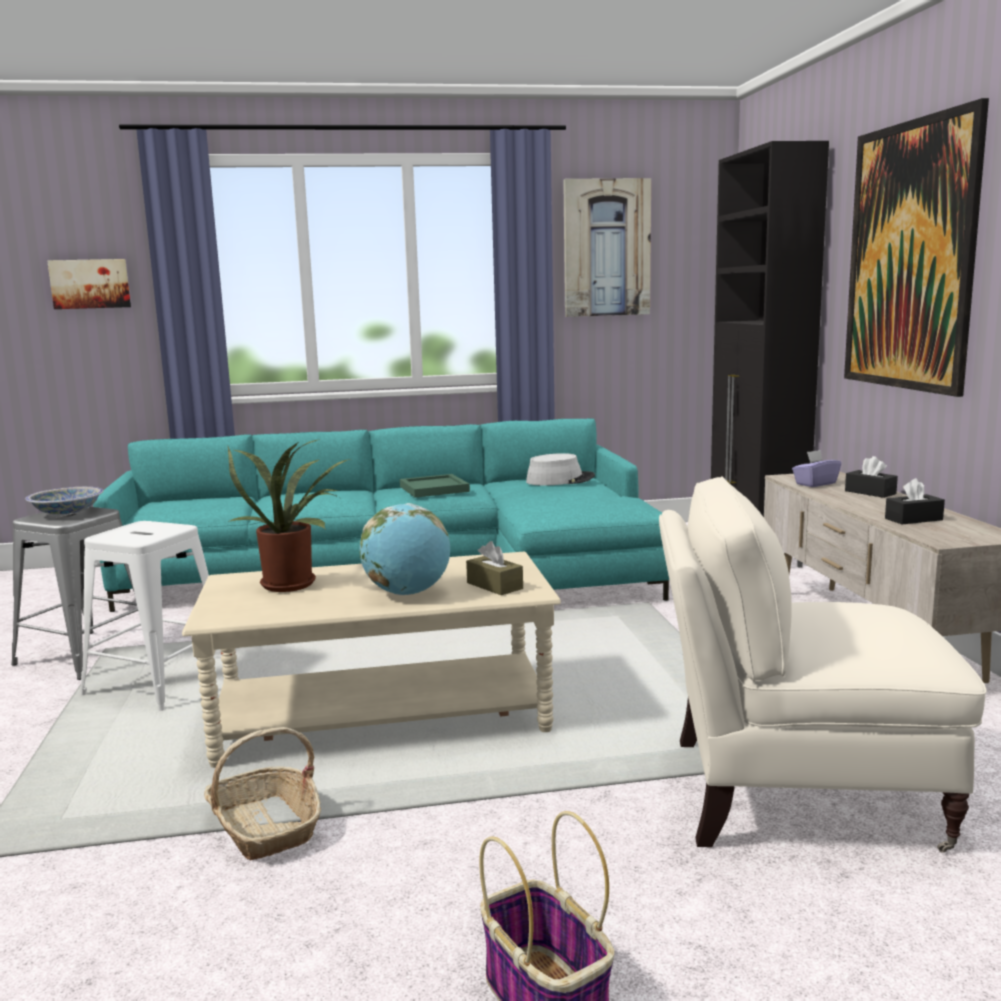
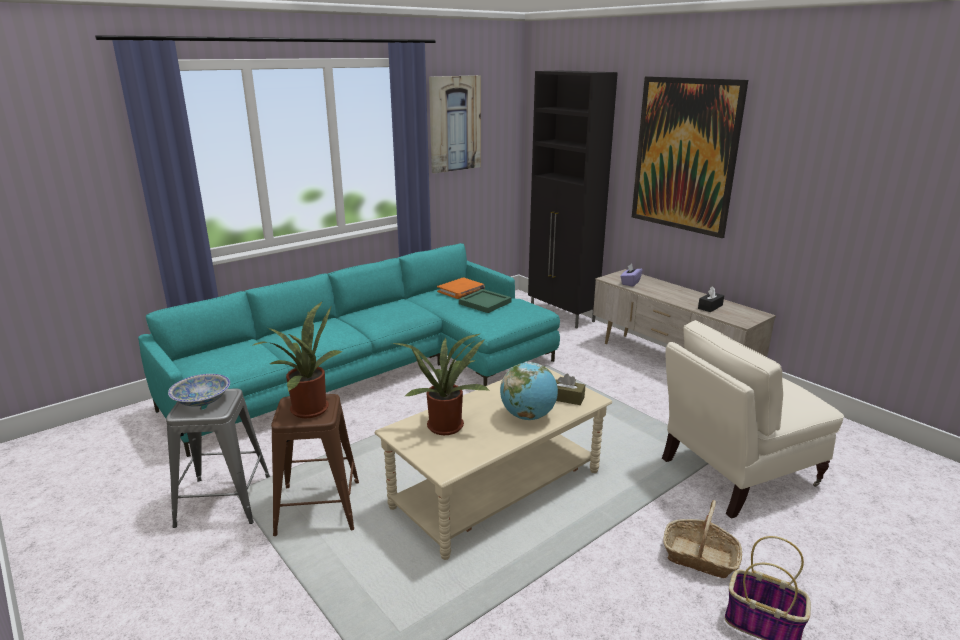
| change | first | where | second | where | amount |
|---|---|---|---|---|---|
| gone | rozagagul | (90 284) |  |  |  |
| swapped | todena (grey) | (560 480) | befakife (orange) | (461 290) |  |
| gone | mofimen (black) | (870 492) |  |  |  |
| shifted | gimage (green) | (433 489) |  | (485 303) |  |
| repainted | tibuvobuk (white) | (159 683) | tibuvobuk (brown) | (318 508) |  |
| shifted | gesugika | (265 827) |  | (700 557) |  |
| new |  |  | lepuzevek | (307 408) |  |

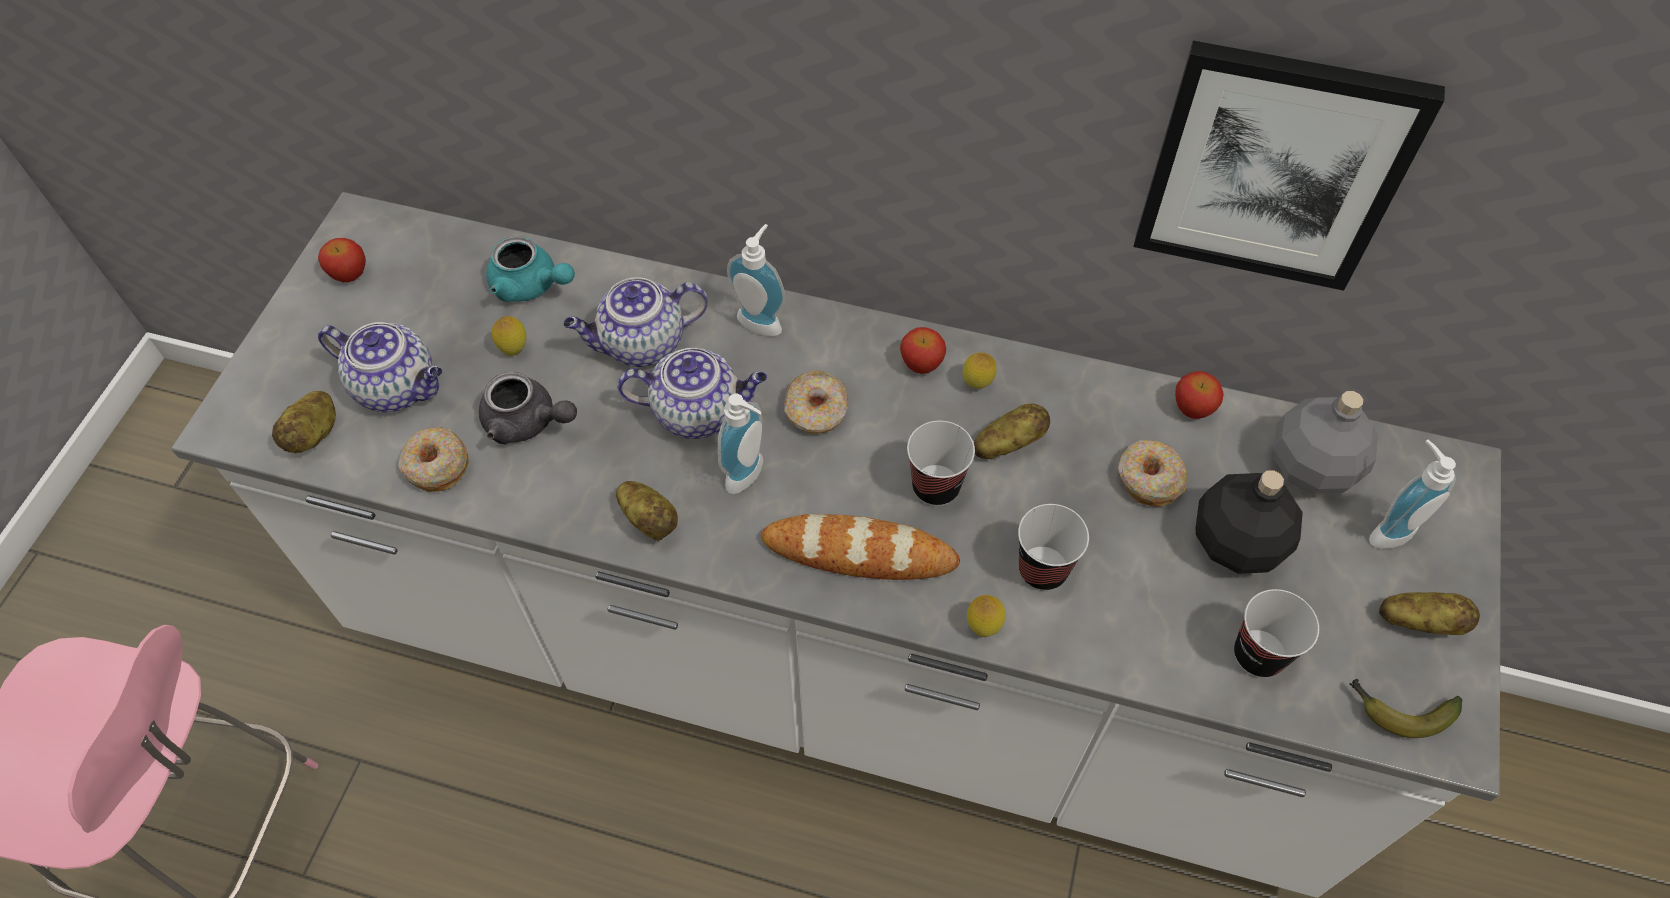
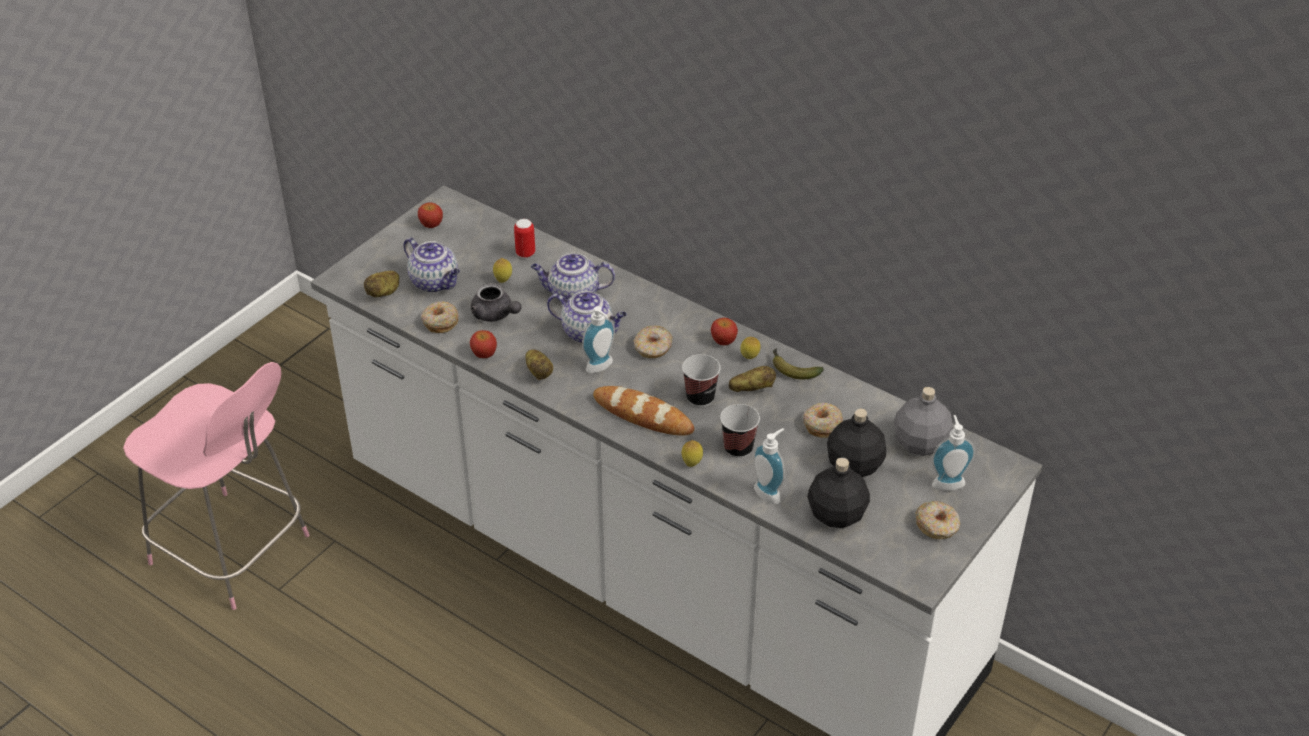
| change | first | where | second | where | amount |
|---|---|---|---|---|---|
| gone | rozagagul | (1274 167) |  |  |  |
| shifted | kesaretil | (762 319) |  | (770 492) |  |
| swapped | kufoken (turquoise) | (531 286) | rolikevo | (525 253) |  |
| shifted | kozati | (1192 408) |  | (484 354) |  |
| swapped | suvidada | (1258 655) | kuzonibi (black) | (835 515) |  |
| swapped | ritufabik | (1419 621) | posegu | (937 526) |  |
| shifted | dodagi | (1398 711) |  | (792 369) |  |

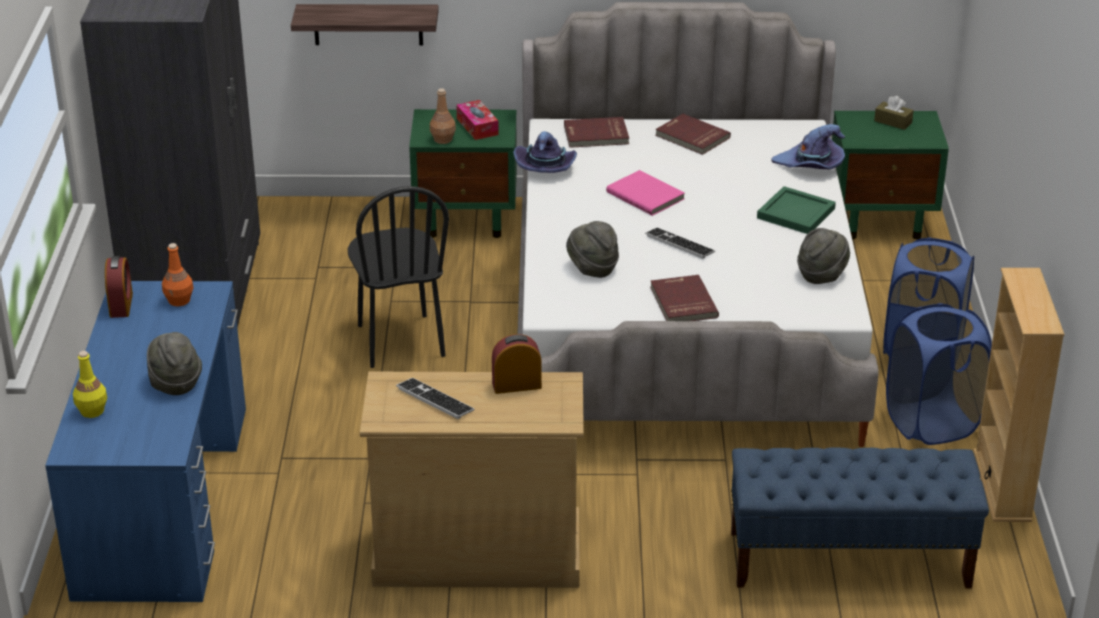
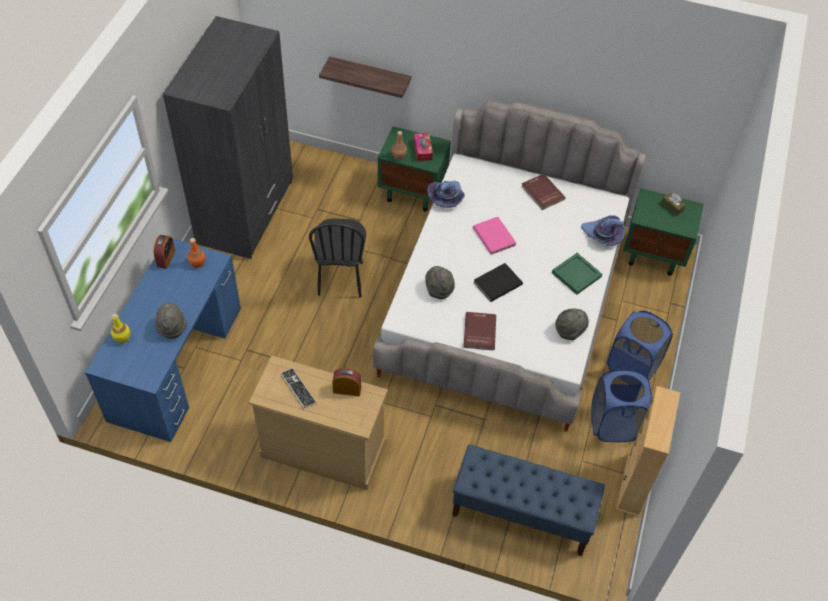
| change | first | where | second | where | amount |
|---|---|---|---|---|---|
| gone | befakife (red) | (596 135) |  |  |  |
| swapped | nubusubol | (679 244) | befakife (black) | (497 283) |  |

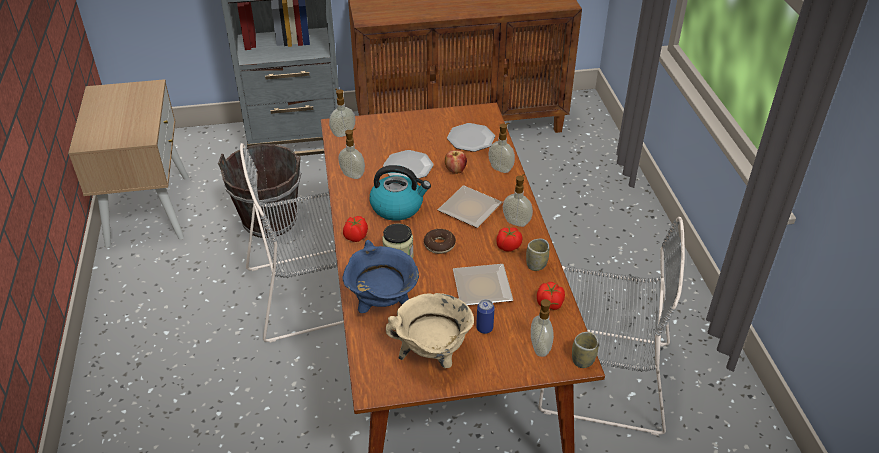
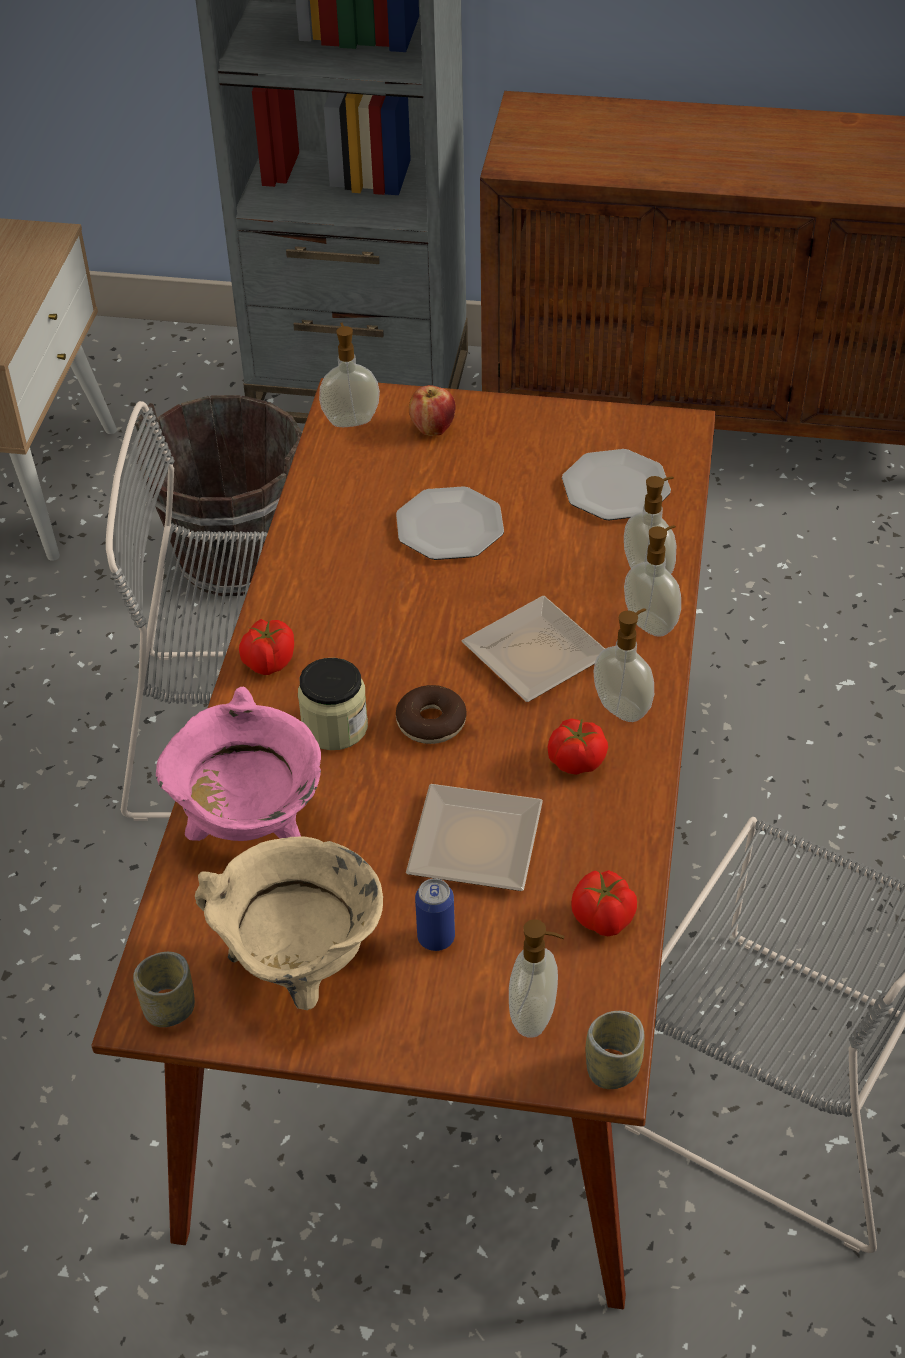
| change | first | where | second | where | amount |
|---|---|---|---|---|---|
| shifted | kesaretil | (353 174) |  | (651 623) |  |
| shifted | kozati | (455 170) |  | (433 429) |  |
| gone | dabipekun | (398 207) |  |  |  |
| shifted | suvidada | (536 264) |  | (169 1009) |  |
| repainted | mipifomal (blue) | (383 305) | mipifomal (pink) | (252 831) |  |

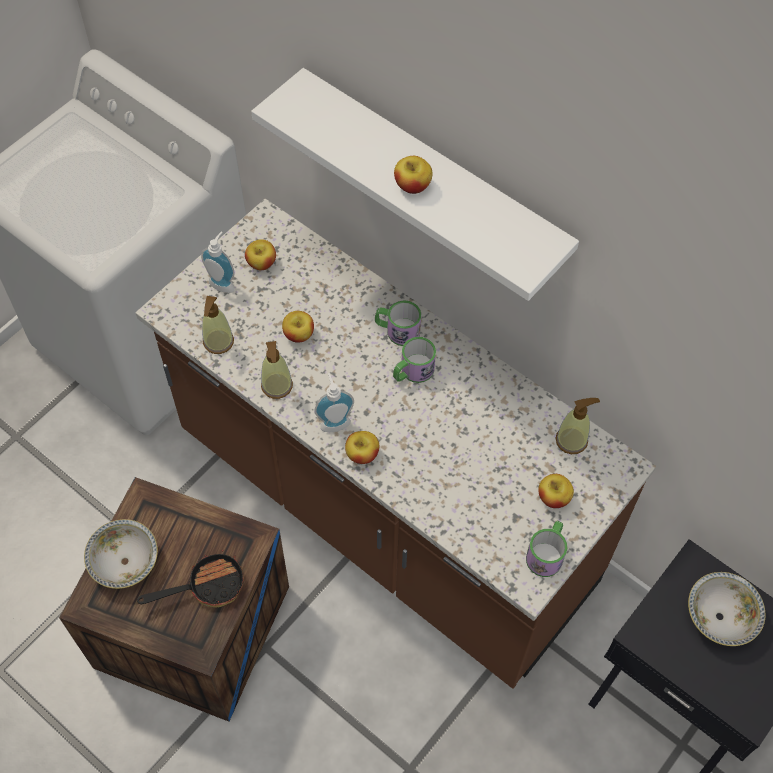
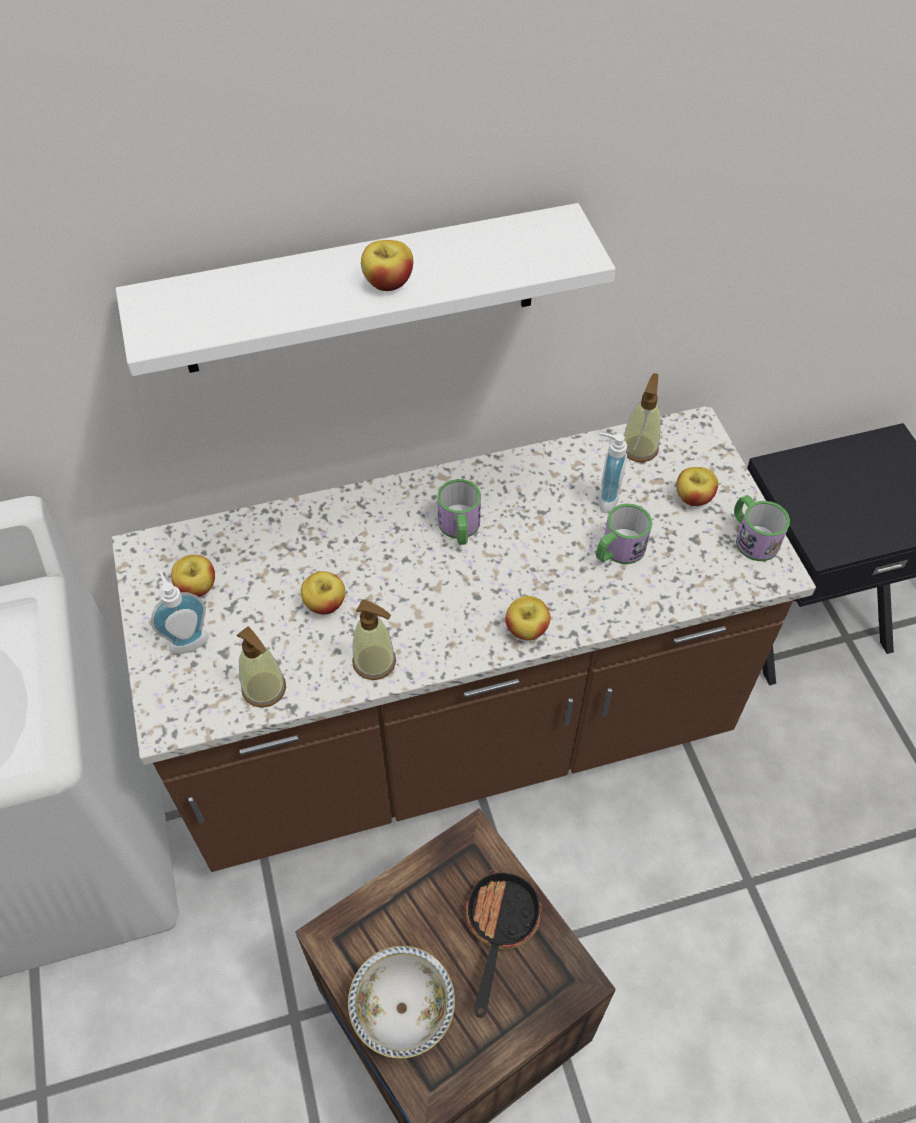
| change | first | where | second | where | amount |
|---|---|---|---|---|---|
| shifted | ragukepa | (397 330) |  | (618 551) |  |
| shifted | kesaretil | (334 421) |  | (604 498) |  |
| gone | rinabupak | (720 617) |  |  |  |

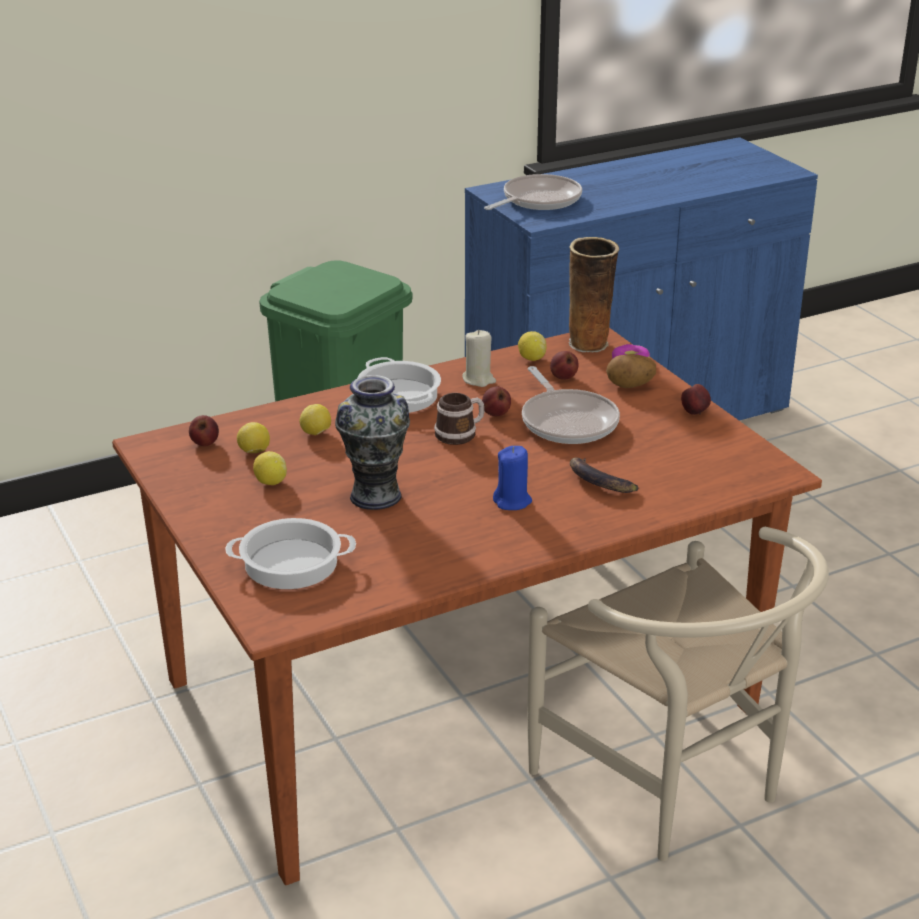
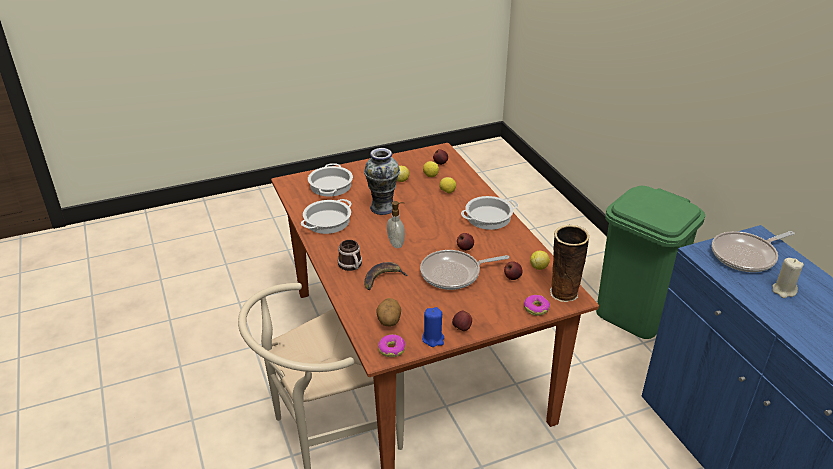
| change | first | where | second | where | amount |
|---|---|---|---|---|---|
| rotated | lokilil | (538 200) |  | (746 255) | 105 degrees clockwise |
| shifted | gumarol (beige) | (478 379) |  | (783 290) |  |
| shifted | ritufabik | (630 386) |  | (388 321) |  |
| shifted | ragukepa | (460 433) |  | (351 266) |  |
| shifted | gumarol (blue) | (512 501) |  | (433 339) |  |
| new |  |  | mipifomal | (327 221) |  |
| new |  |  | kesaretil | (396 243) |  |
| new |  |  | posegu | (391 349) |  |

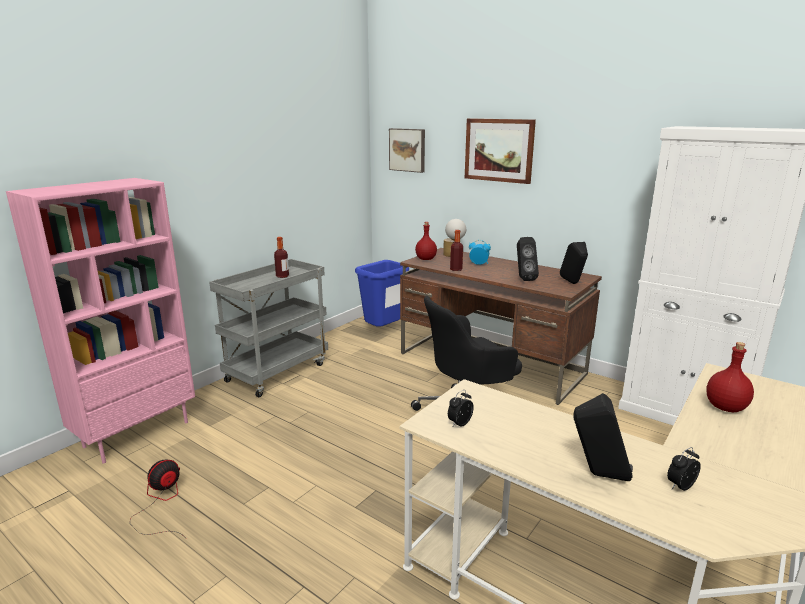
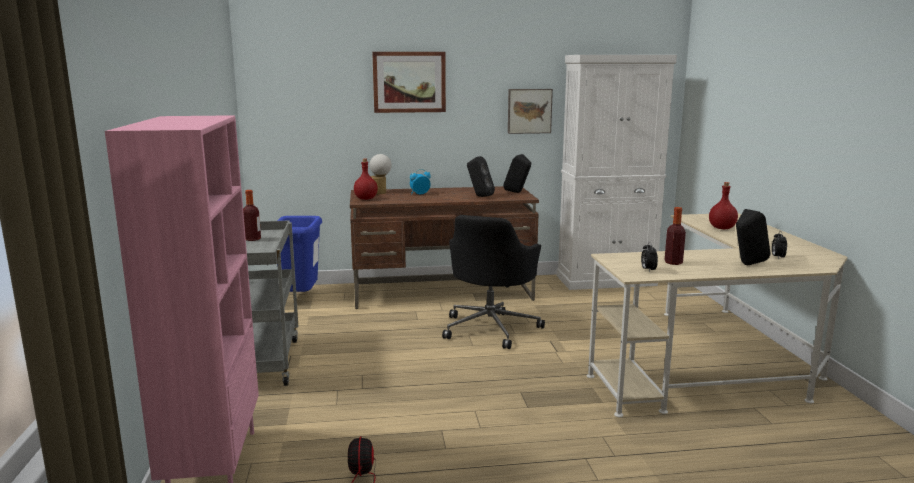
| change | first | where | second | where | amount |
|---|---|---|---|---|---|
| shifted | rozagagul | (408 150) |  | (529 111) |  |
| shifted | kuzonibi | (456 269) |  | (673 262) |  |

